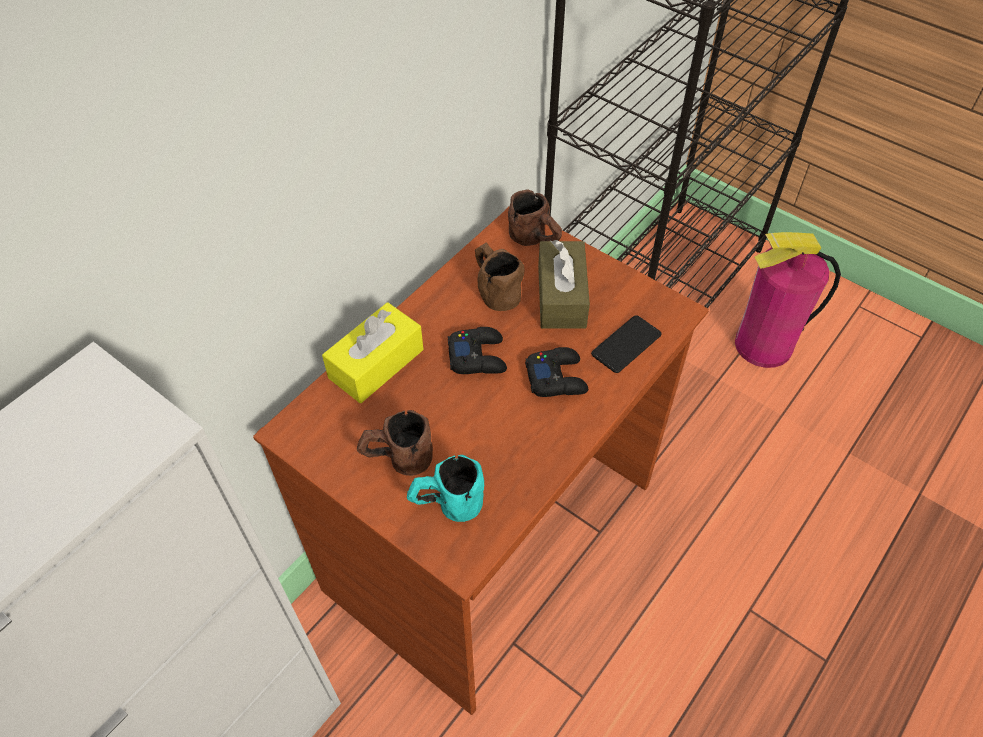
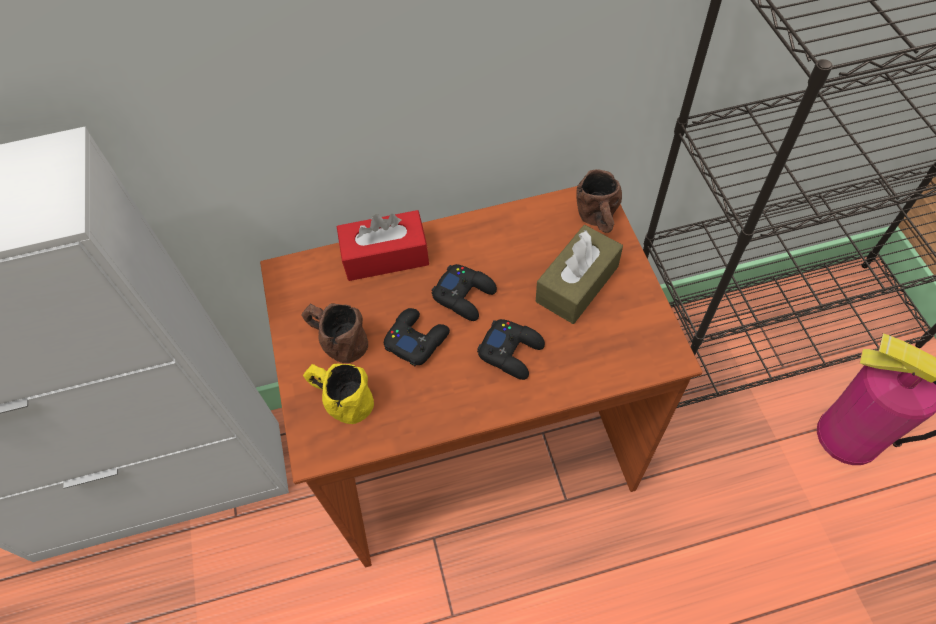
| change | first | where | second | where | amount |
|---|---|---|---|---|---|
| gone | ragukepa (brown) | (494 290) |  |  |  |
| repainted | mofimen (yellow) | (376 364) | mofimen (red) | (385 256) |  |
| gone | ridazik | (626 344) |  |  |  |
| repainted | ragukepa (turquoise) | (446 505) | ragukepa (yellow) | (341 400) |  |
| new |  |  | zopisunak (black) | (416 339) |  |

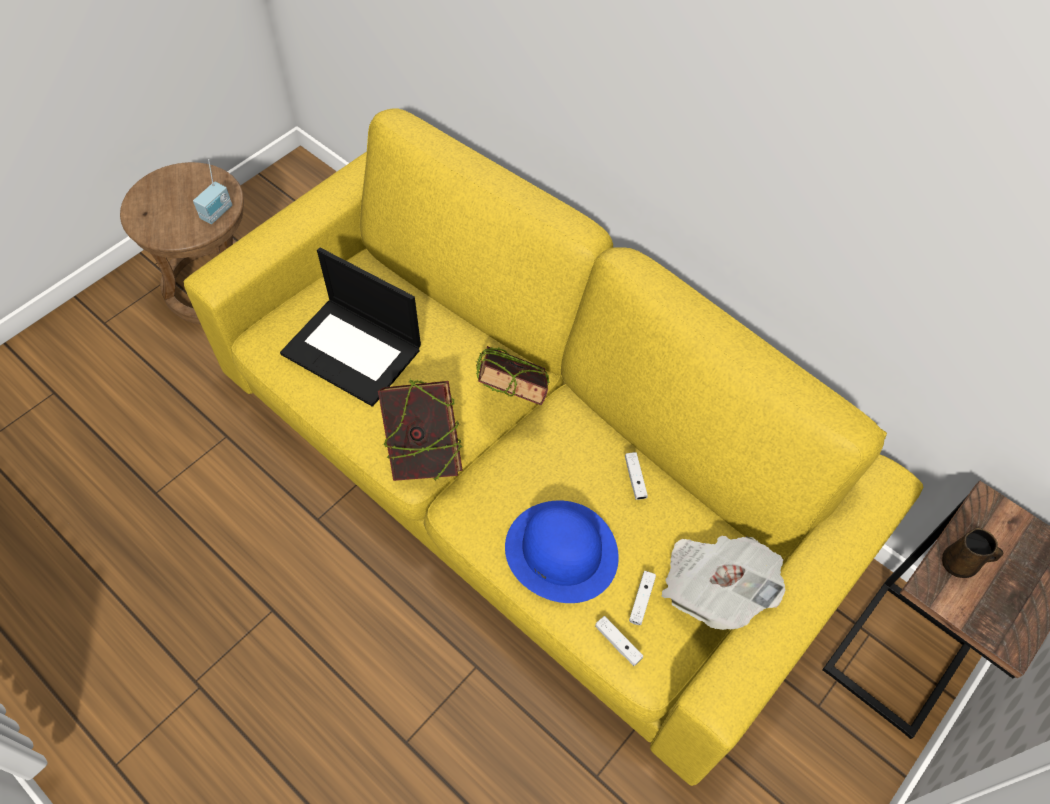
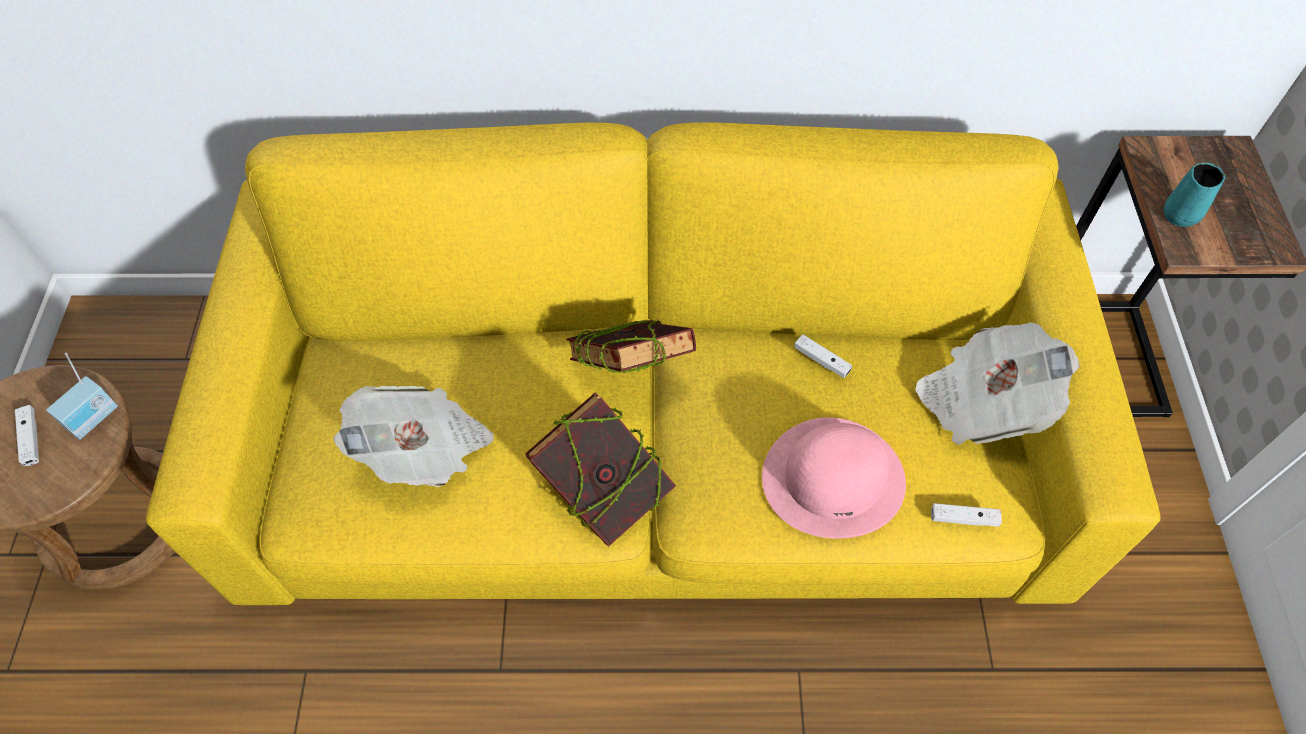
| change | first | where | second | where | amount |
|---|---|---|---|---|---|
| rotated | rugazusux | (218 213) |  | (94 419) | 45 degrees clockwise |
| swapped | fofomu | (354 351) | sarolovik | (424 450) |  |
| repainted | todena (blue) | (562 551) | todena (pink) | (834 478) |  |
| repainted | ragukepa (brown) | (960 564) | ragukepa (turquoise) | (1182 214) |  |
| shifted | zopisunak (white) | (641 600) |  | (31 439) |  |

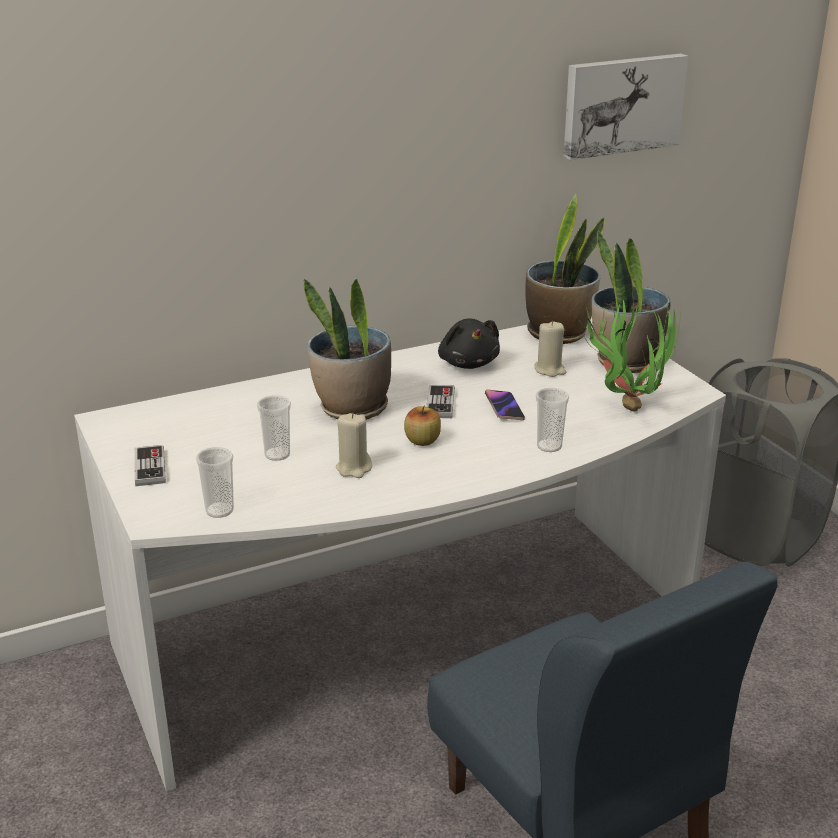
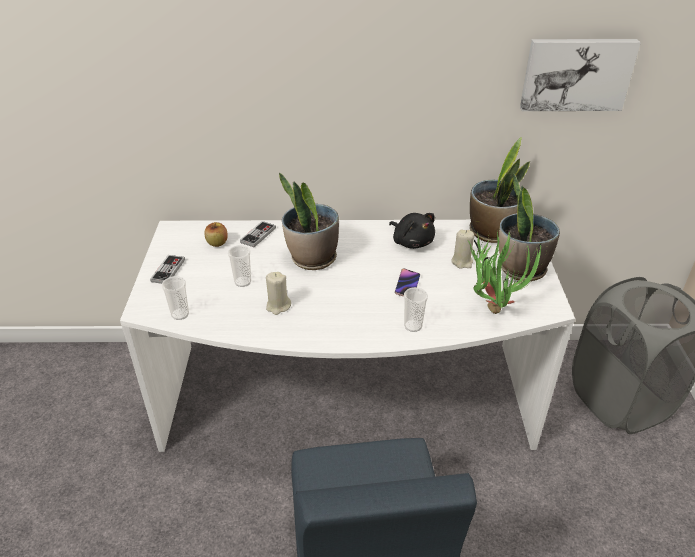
| change | first | where | second | where | amount |
|---|---|---|---|---|---|
| rotated | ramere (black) | (468 363) |  | (412 242) | 45 degrees counterclockwise |
| shifted | zopisunak | (440 403) |  | (258 235) |  |
| shifted | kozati | (422 441) |  | (217 243) |  |

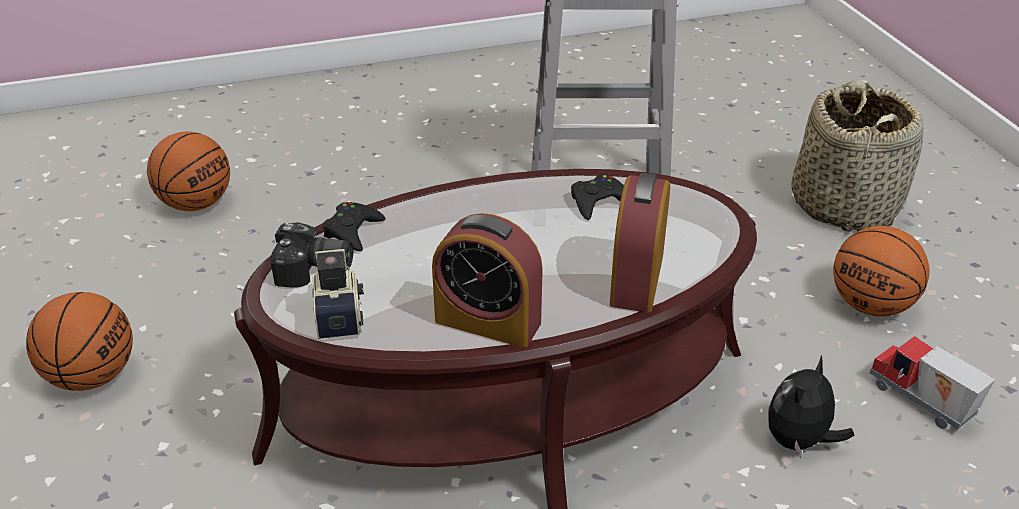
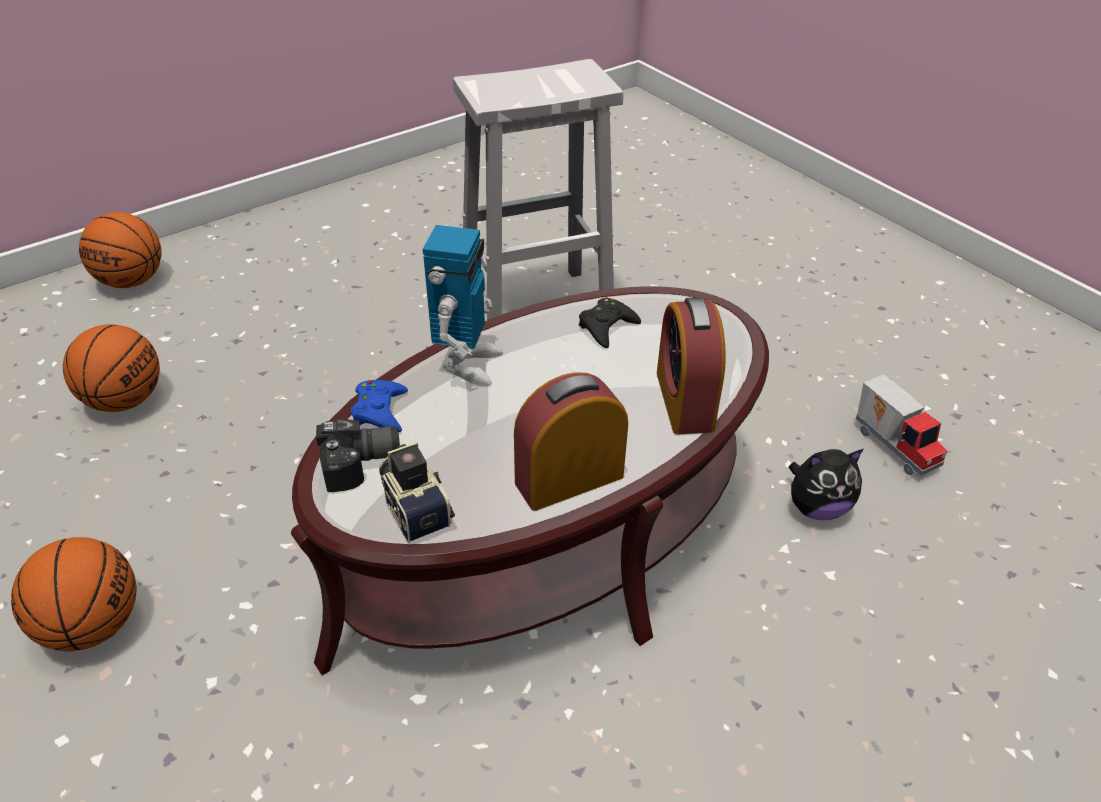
| change | first | where | second | where | amount |
|---|---|---|---|---|---|
| gone | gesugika | (845 205) |  |  |  |
| repainted | zopisunak (black) | (353 231) | zopisunak (blue) | (380 411) |  |
| rotated | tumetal | (488 322) |  | (569 479) | 150 degrees clockwise |
| shifted | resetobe | (871 305) |  | (131 281) |  |
| rotated | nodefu | (919 403) |  | (895 446) | 150 degrees counterclockwise |
| rotated | ramere | (799 441) |  | (817 507) | 120 degrees counterclockwise |
| new |  |  | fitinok | (467 364) |  |

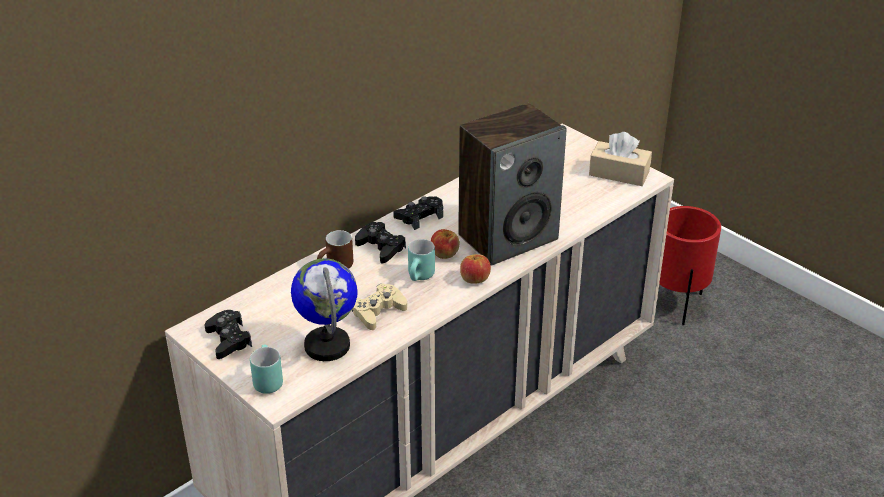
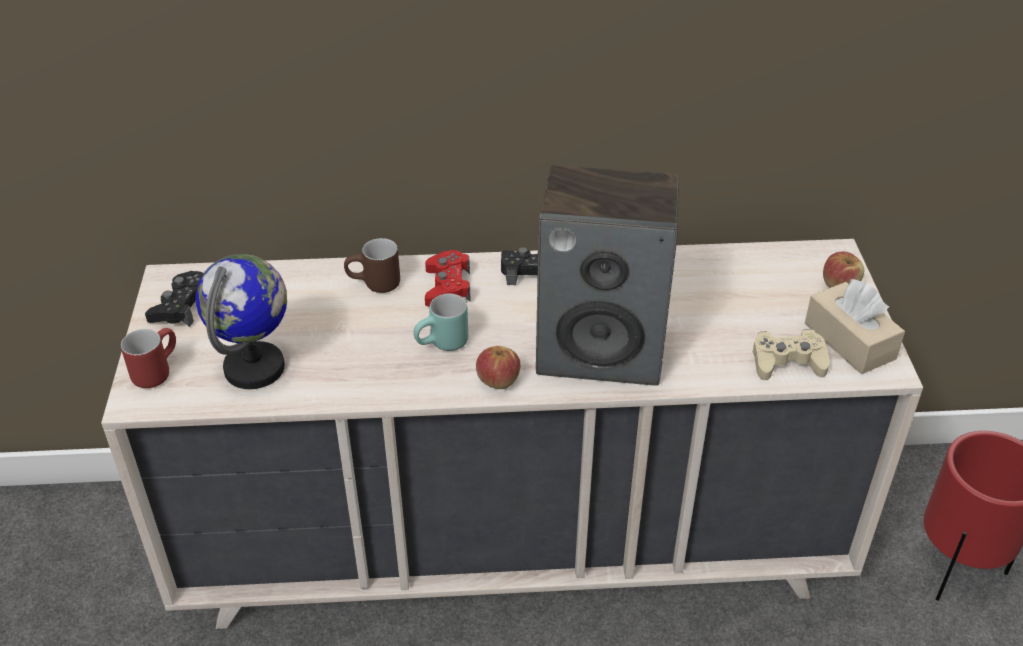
| change | first | where | second | where | amount |
|---|---|---|---|---|---|
| repainted | zopisunak (black) | (381 247) | zopisunak (red) | (447 286) |  |
| shifted | kozati | (444 253) |  | (840 284) |  |
| shifted | zopisunak (beige) | (378 311) |  | (787 362) |  |
| repainted | ragukepa (turquoise) | (265 380) | ragukepa (red) | (155 370) |  |

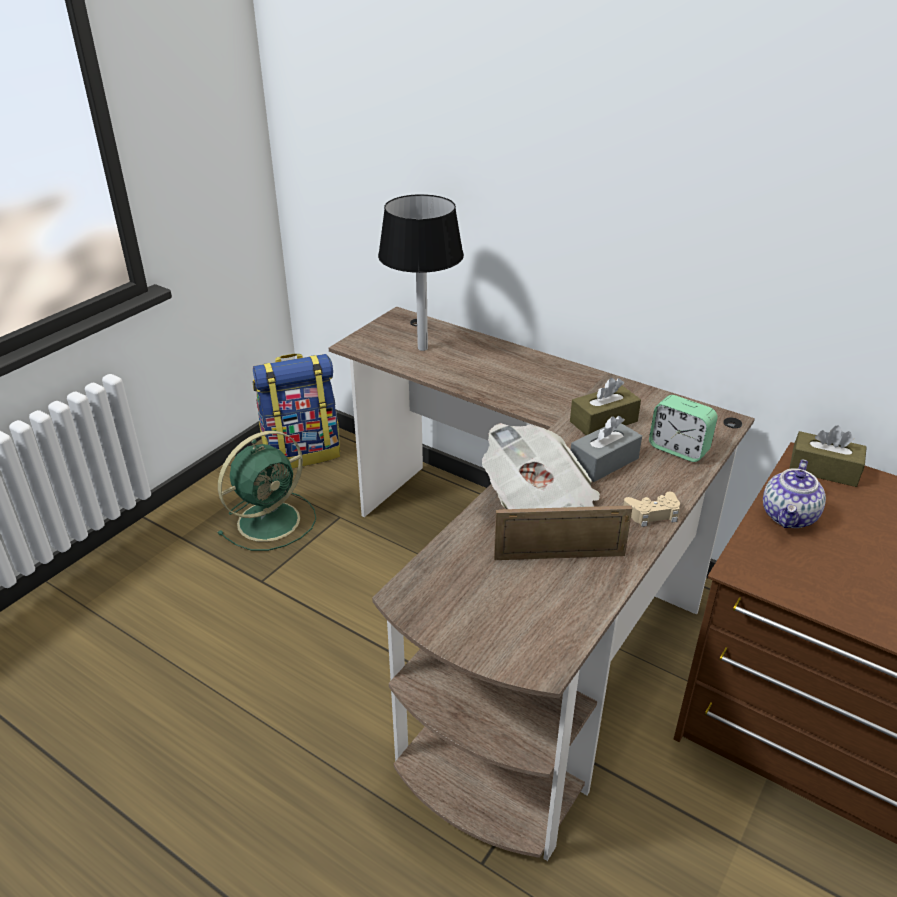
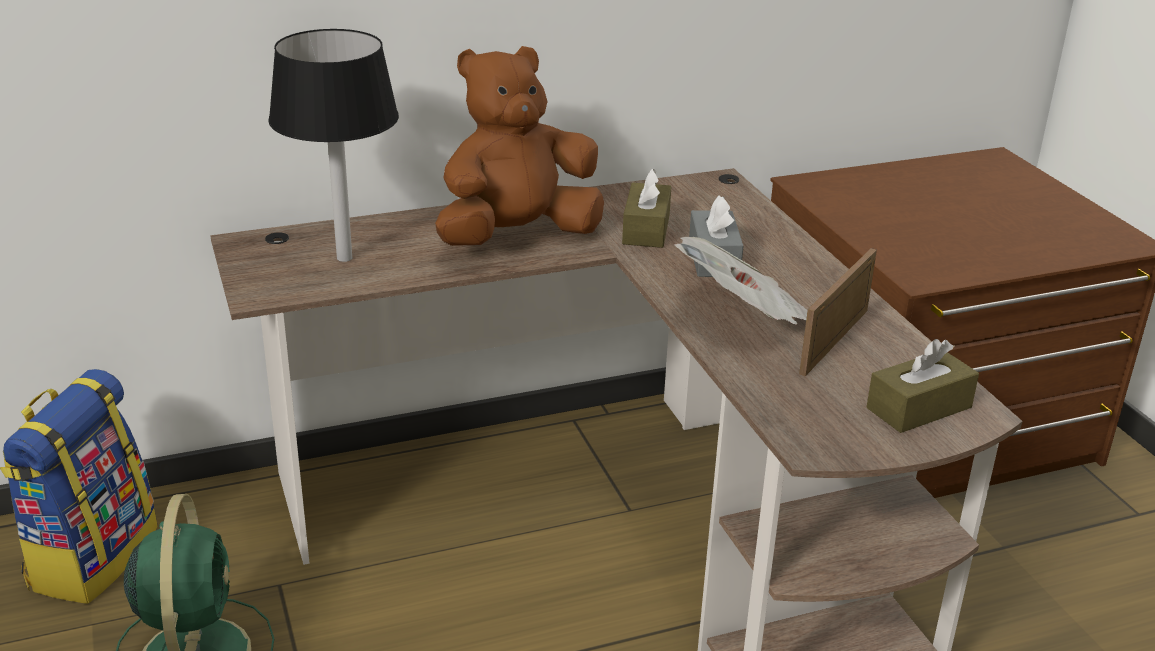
| change | first | where | second | where | amount |
|---|---|---|---|---|---|
| gone | tumetal | (678 449) |  |  |  |
| shifted | mofimen (brown) | (823 470) |  | (919 408) |  |
| gone | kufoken | (789 517) |  |  |  |
| gone | zopisunak (beige) | (653 513) |  |  |  |
| new |  |  | ramere (brown) | (517 237) |  |

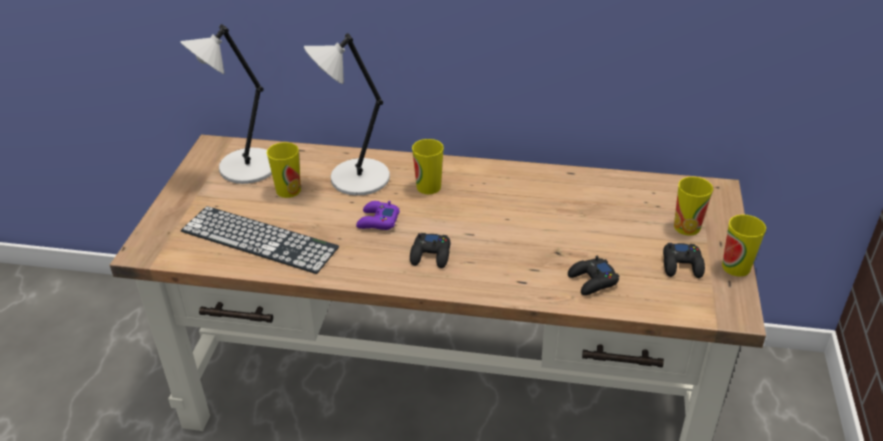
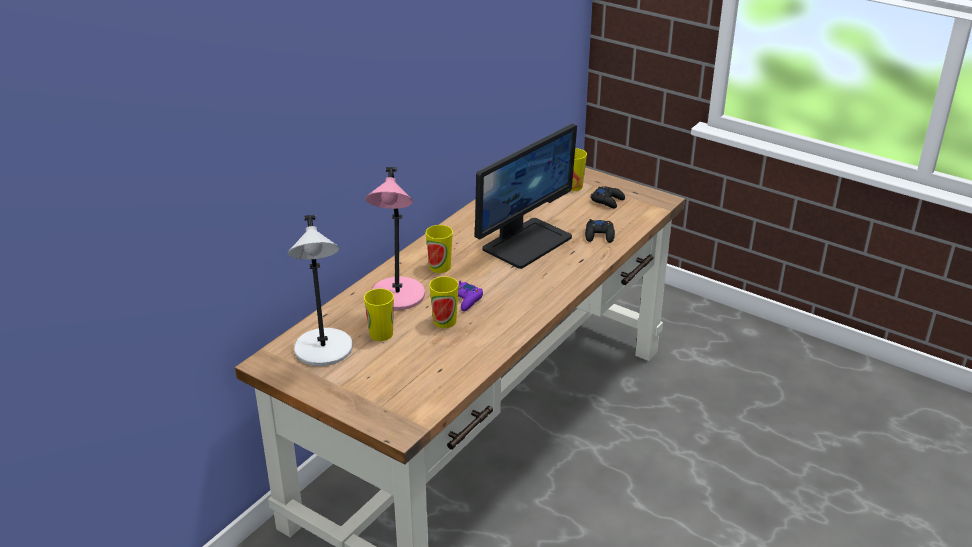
| change | first | where | second | where | amount |
|---|---|---|---|---|---|
| repainted | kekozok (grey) | (356 179) | kekozok (pink) | (397 297) |  |
| gone | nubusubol | (259 239) |  |  |  |
| shifted | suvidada | (736 267) |  | (444 321) |  |
| gone | zopisunak (black) | (431 255) |  |  |  |
| new |  |  | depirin | (526 242) |  |

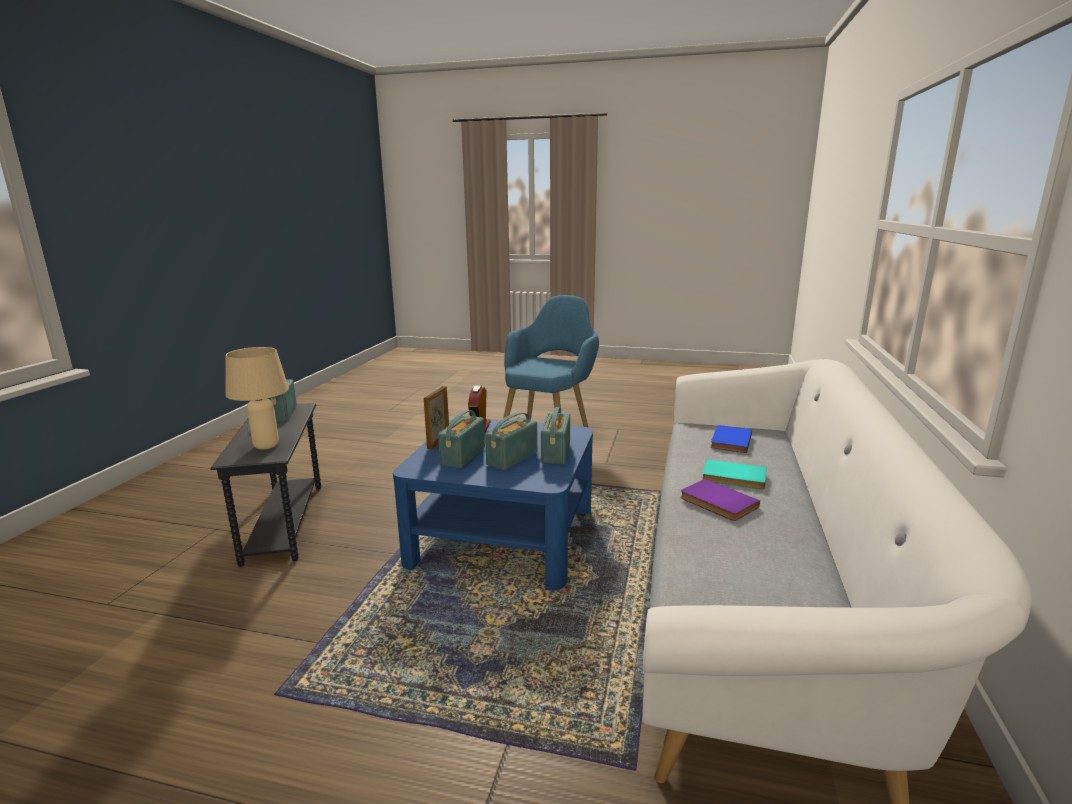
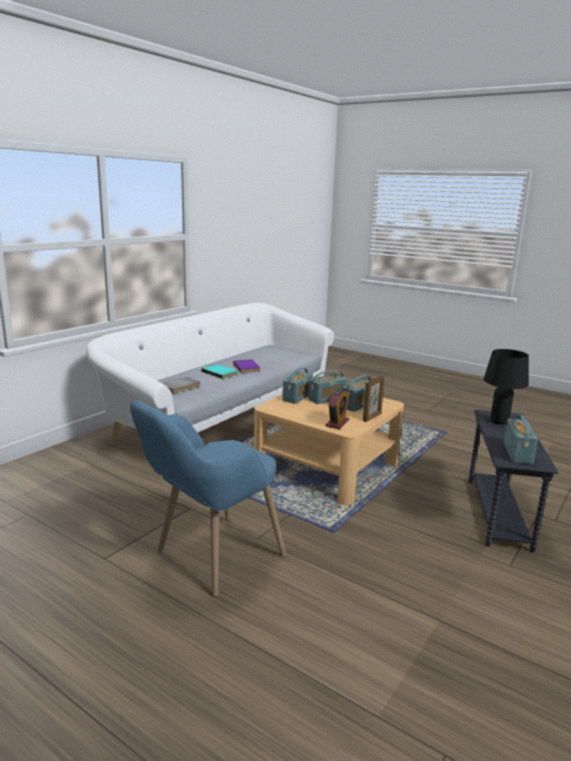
| change | first | where | second | where | amount |
|---|---|---|---|---|---|
| repainted | kekozok (beige) | (266 446) | kekozok (black) | (499 421) |  |
| repainted | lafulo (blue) | (503 536) | lafulo (beige) | (326 467) |  |
| repainted | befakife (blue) | (729 441) | befakife (grey) | (181 387) |  |

